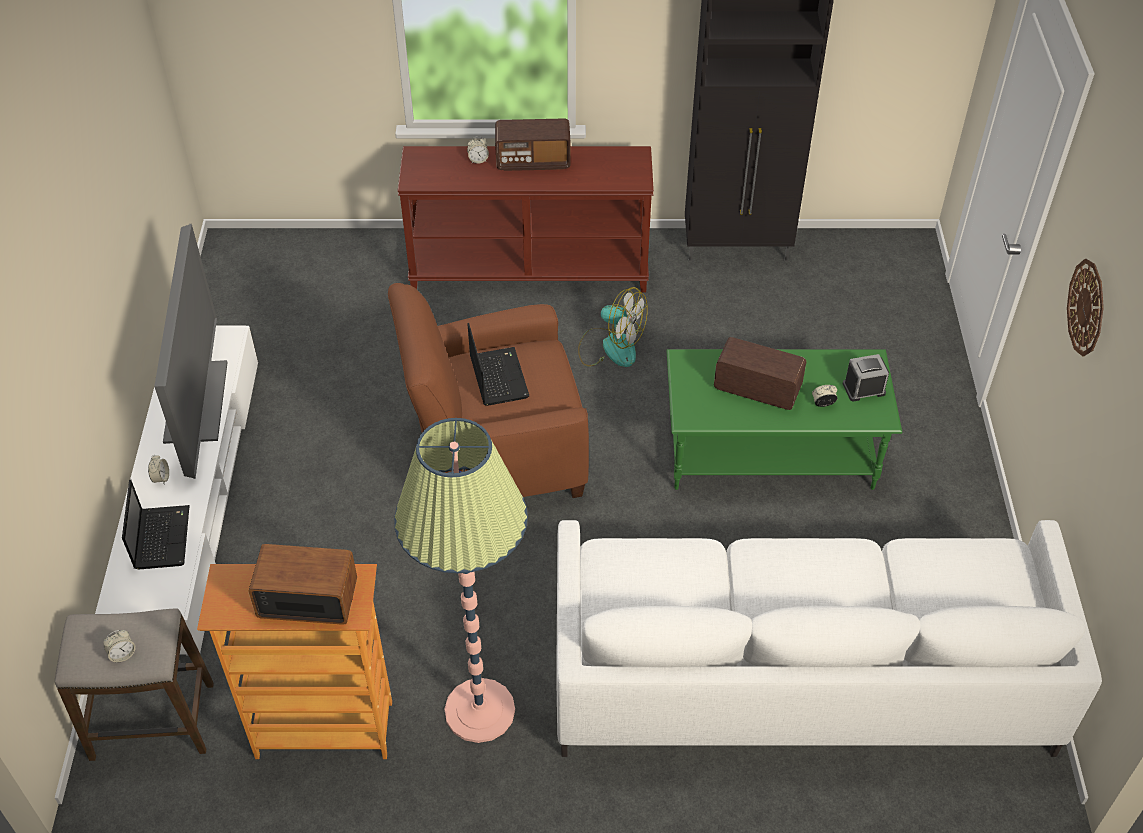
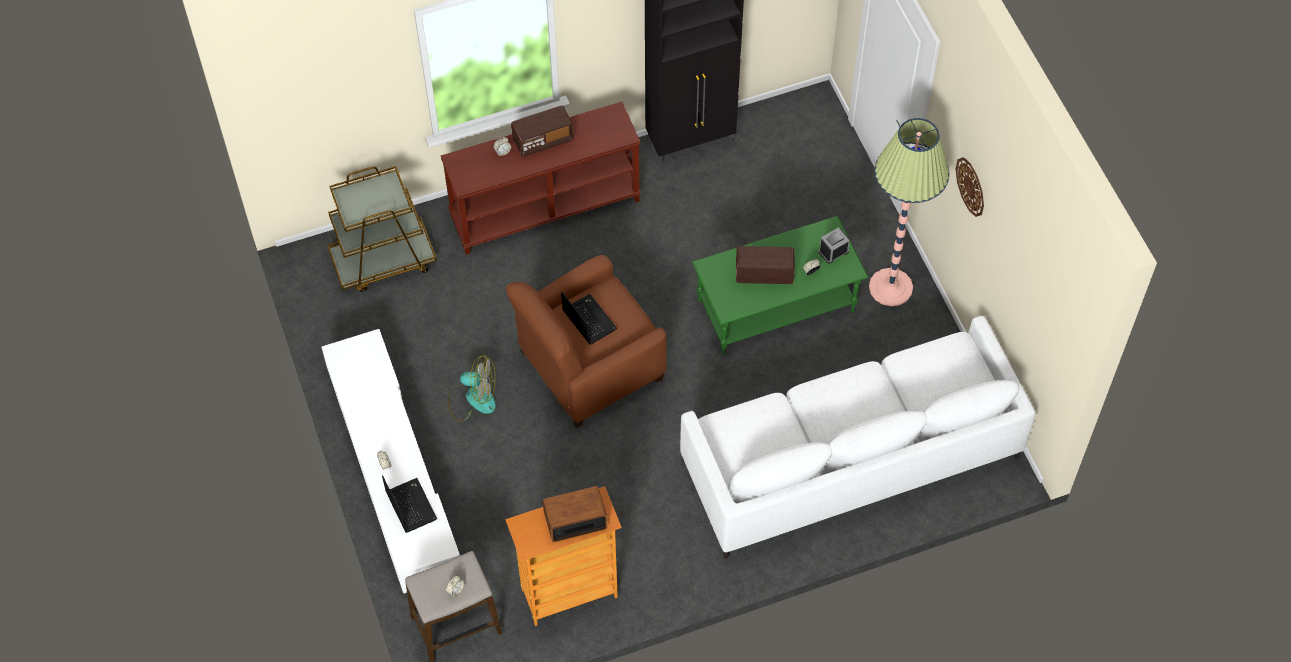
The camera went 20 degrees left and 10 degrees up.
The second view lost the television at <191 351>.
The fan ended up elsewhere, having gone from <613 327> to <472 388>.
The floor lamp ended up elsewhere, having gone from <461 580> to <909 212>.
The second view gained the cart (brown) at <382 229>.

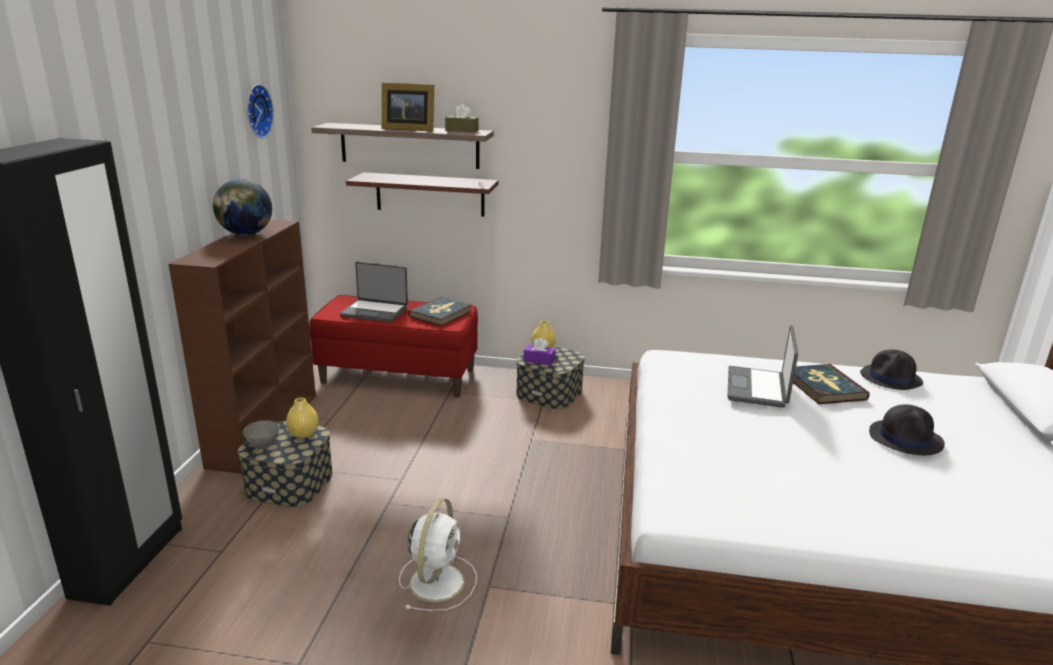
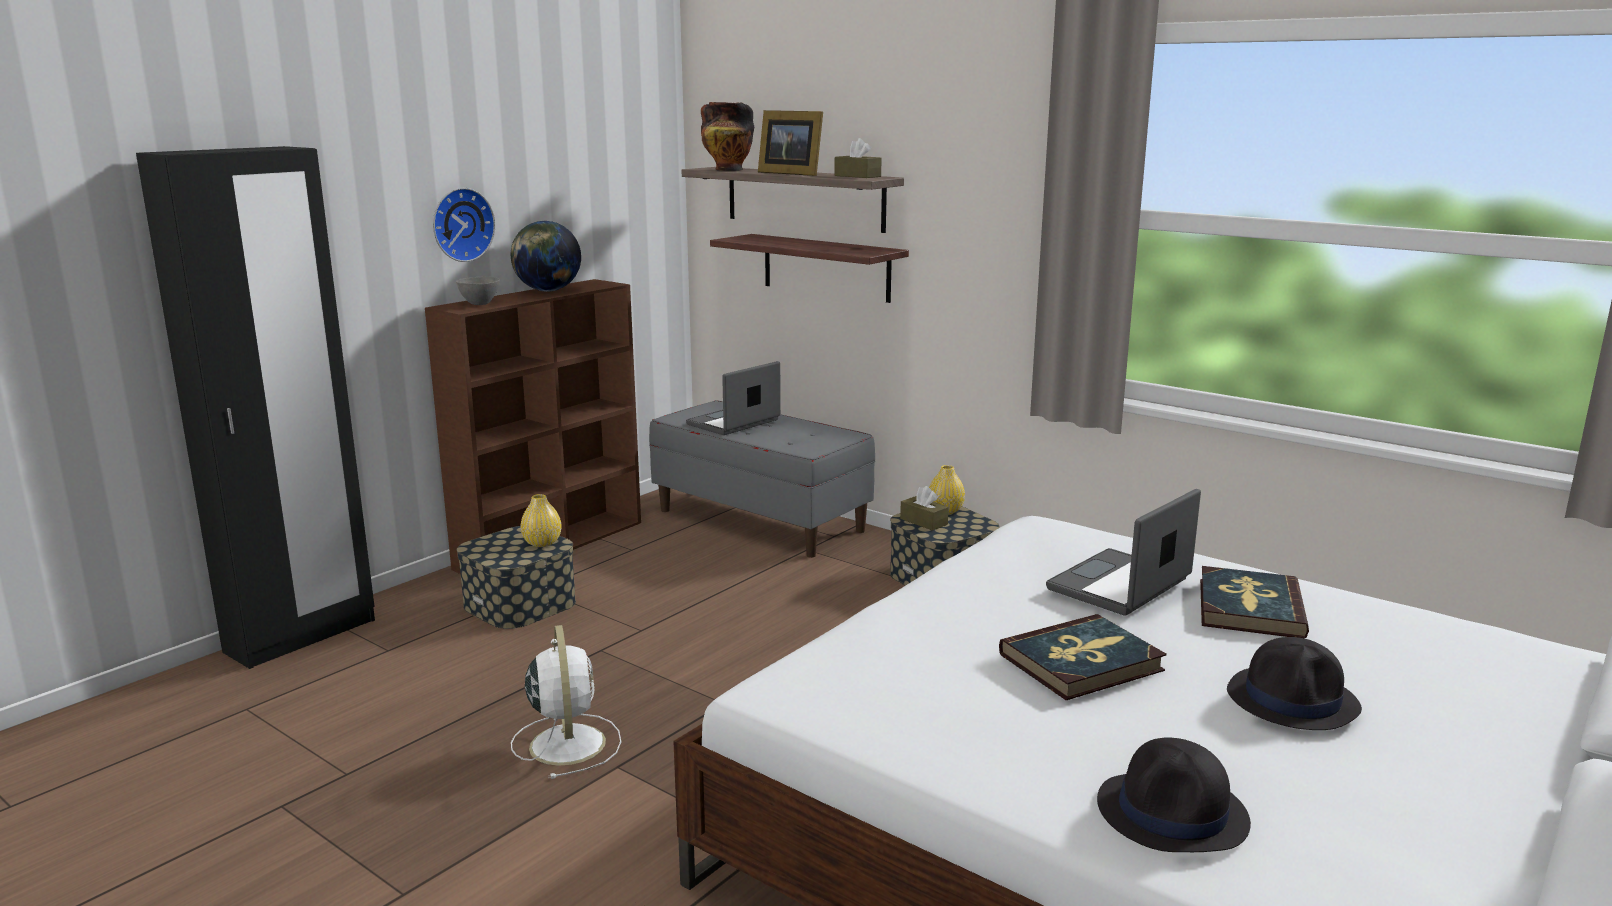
The camera went 30 degrees right and 5 degrees down.
The wall clock ended up elsewhere, having gone from <260 111> to <464 225>.
The laptop at <374 292> ended up facing another way, 90 degrees clockwise from before.
What was the bench (red) at <393 346> turned into the bench (grey) at <762 479>.
The book ended up elsewhere, having gone from <440 311> to <1083 657>.
What was the tissue box (purple) at <539 351> turned into the tissue box (brown) at <924 508>.
The hat (black) ended up elsewhere, having gone from <891 369> to <1174 795>.
The bowl (grey) ended up elsewhere, having gone from <261 435> to <478 291>.
The fan (white) at <438 554> ended up facing another way, 60 degrees counterclockwise from before.
The second view gained the vase at <727 136>.

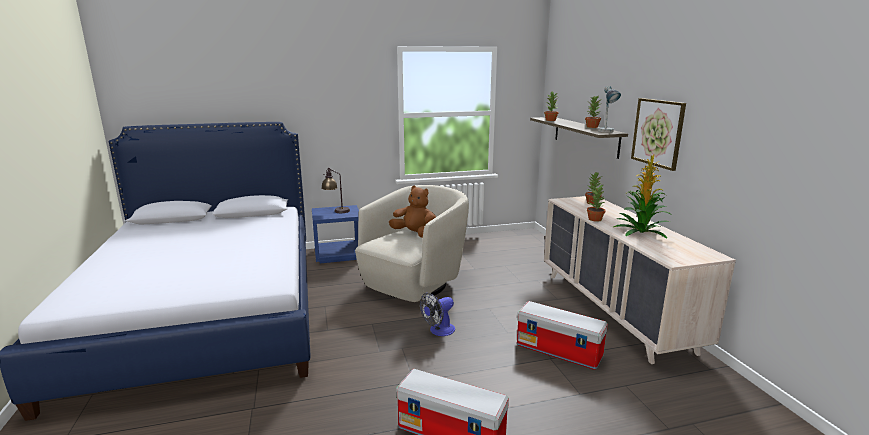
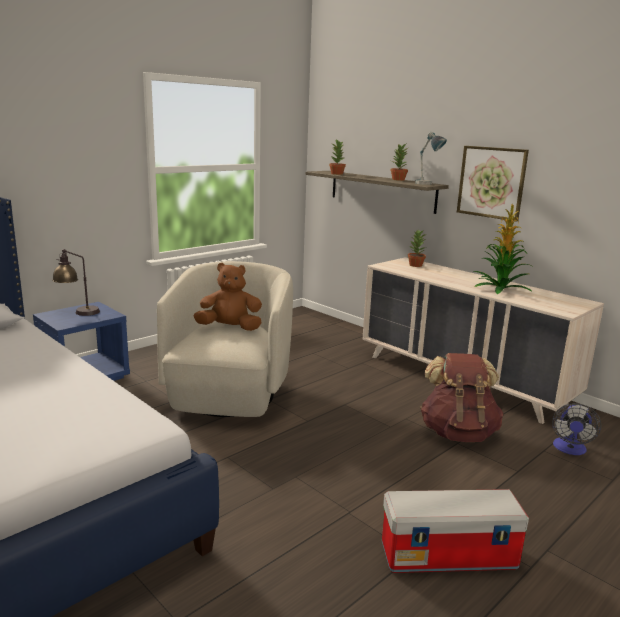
The camera went 30 degrees left and 0 degrees up.
The second view lost the potted plant at <596 203>.
The fan ended up elsewhere, having gone from <437 314> to <576 429>.
Where the storage box stood at <562 335>, the backpack (brown) came to stand at <461 397>.

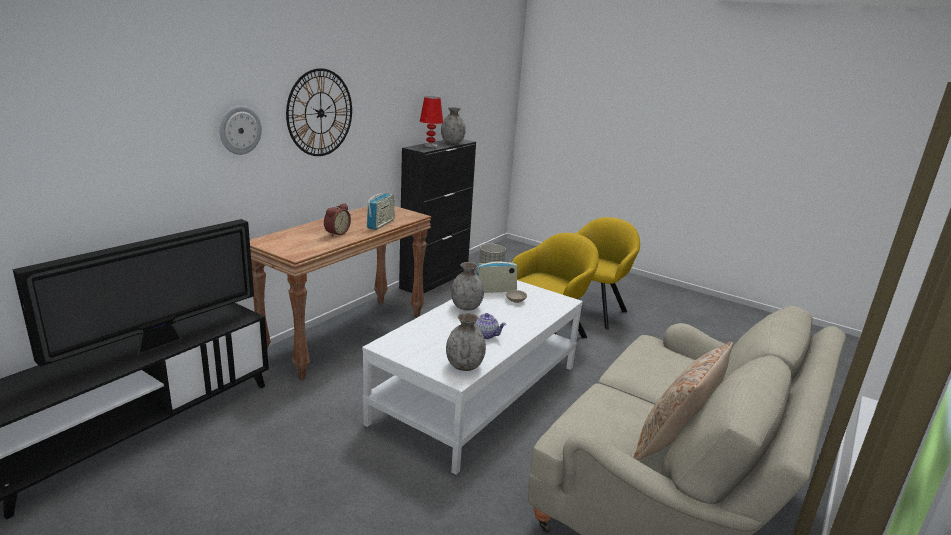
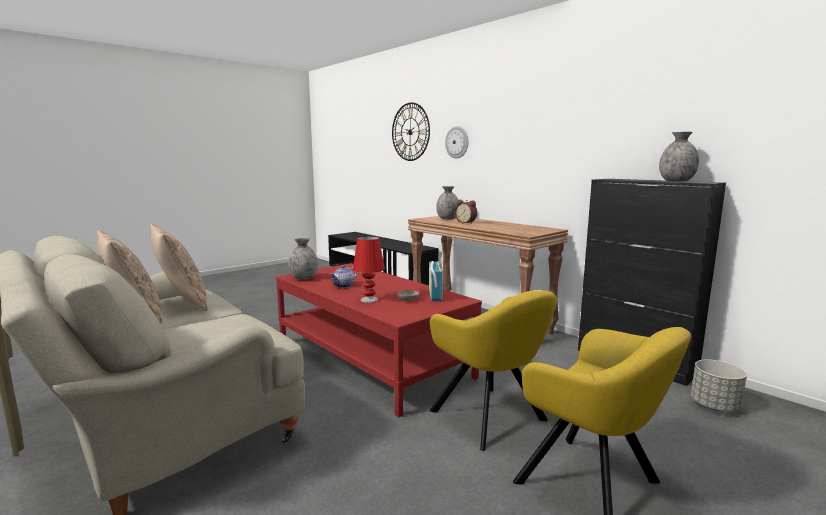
The camera went 105 degrees right and 10 degrees down.
The wall clock ended up elsewhere, having gone from <319 112> to <411 131>.
The table lamp (red) ended up elsewhere, having gone from <431 121> to <369 269>.
The second view lost the radio at <381 211>.
The second view lost the television at <133 293>.
The vase (grey) ended up elsewhere, having gone from <467 286> to <447 203>.
What was the coffee table (white) at <472 377> turned into the coffee table (red) at <379 340>.
The second view gained the pillow (beige) at <179 267>.

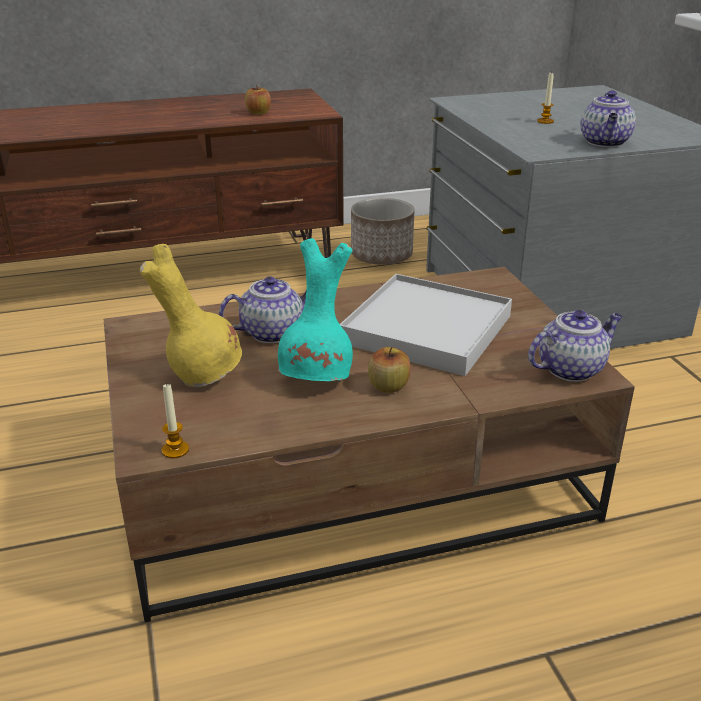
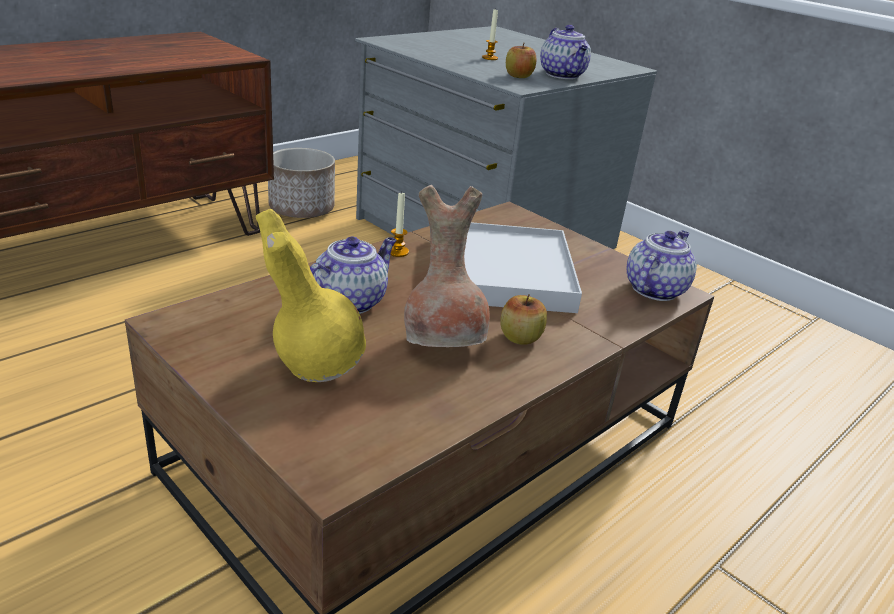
The camera went 30 degrees left and 0 degrees up.
The apple ended up elsewhere, having gone from <258 100> to <521 60>.
What was the vase (turquoise) at <315 309> turned into the vase (brown) at <447 266>.
The candle ended up elsewhere, having gone from <175 421> to <399 224>.

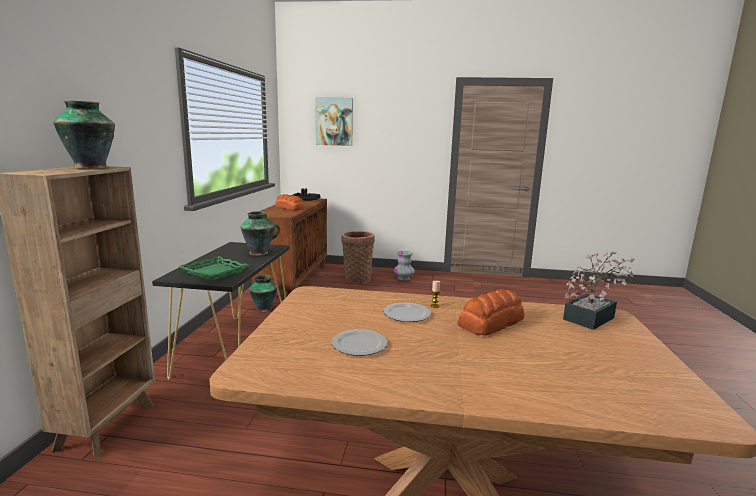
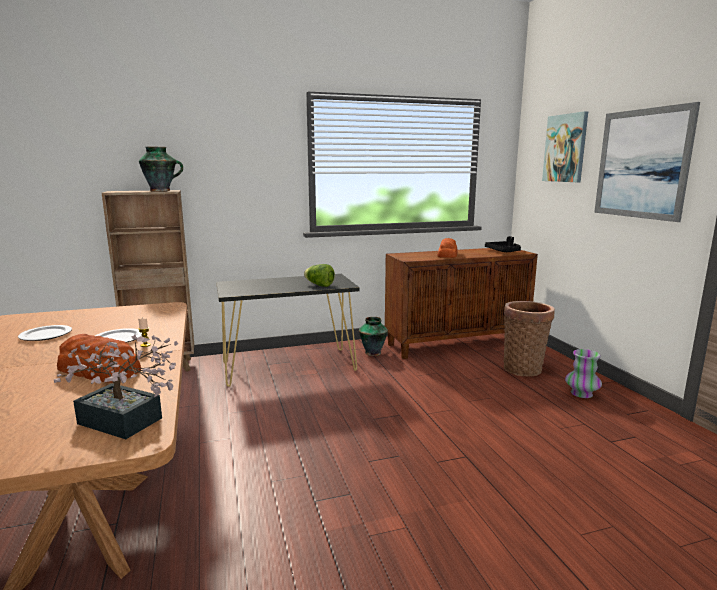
The camera went 65 degrees right and 0 degrees up.
Where the vase stood at <260 233>, the lettuce came to stand at <319 275>.
The second view lost the tray (green) at <214 268>.
The second view gained the picture at <647 162>.

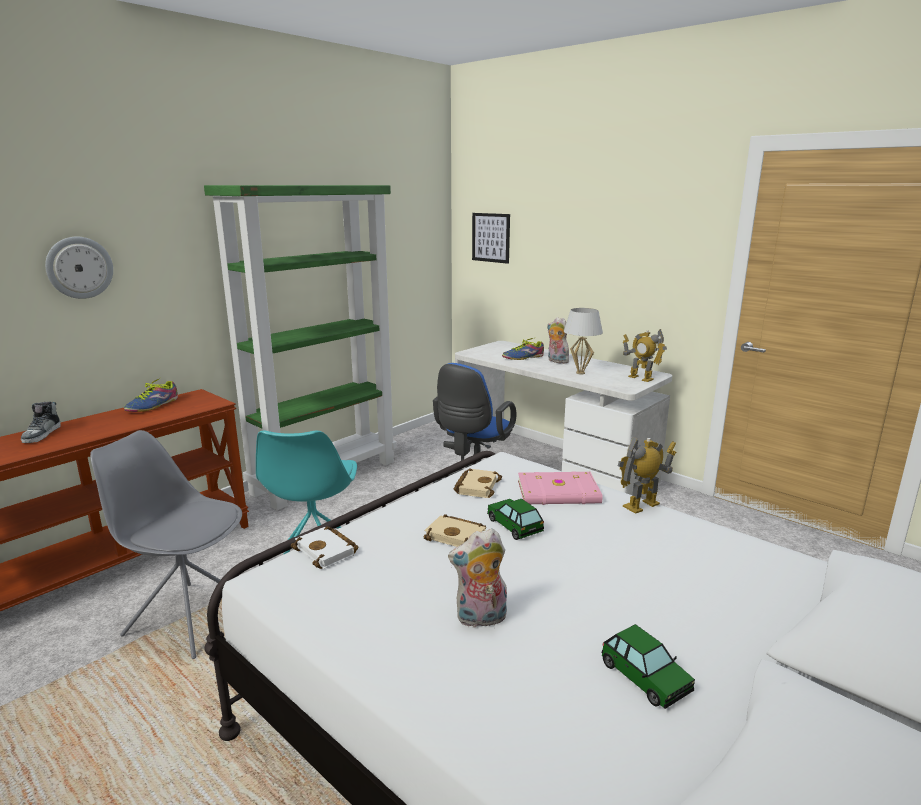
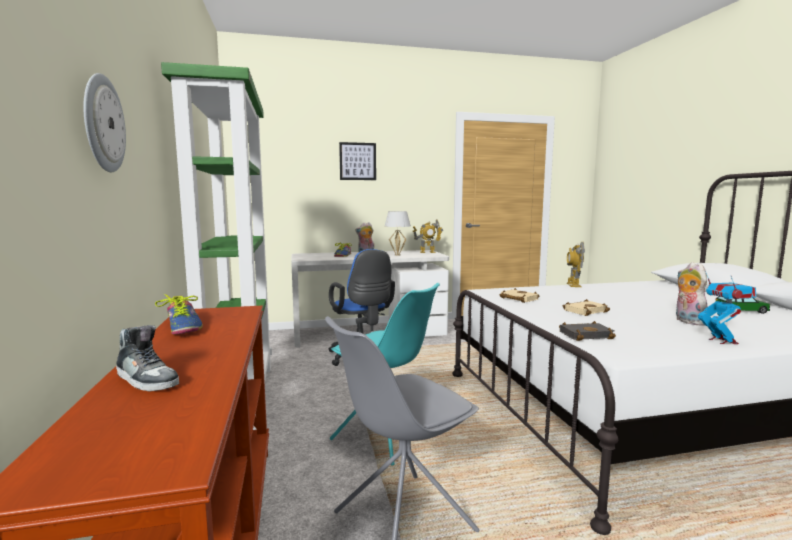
The camera went 55 degrees left and 10 degrees down.
The picture ended up elsewhere, having gone from <491 238> to <357 161>.
The second view lost the book (pink) at <560 488>.
The second view lost the toy car at <515 519>.
What was the book (white) at <324 547> turned into the book (black) at <587 331>.
The plush toy at <477 578> ended up facing another way, 150 degrees clockwise from before.
The second view gained the toy robot at <727 307>.

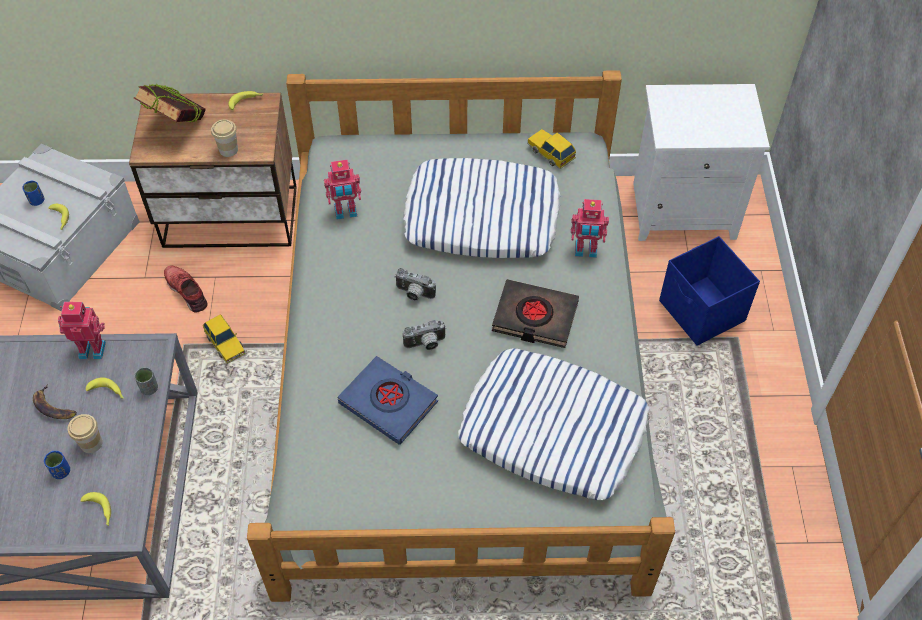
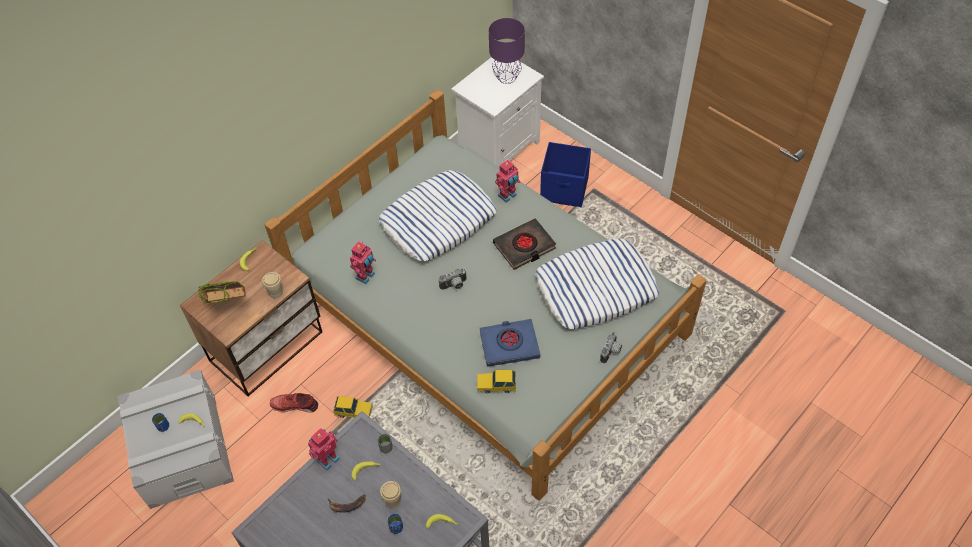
The camera went 45 degrees left and 0 degrees up.
The toy car ended up elsewhere, having gone from <551 149> to <496 381>.
The photo camera ended up elsewhere, having gone from <424 335> to <611 347>.
The second view gained the table lamp (purple) at <507 51>.

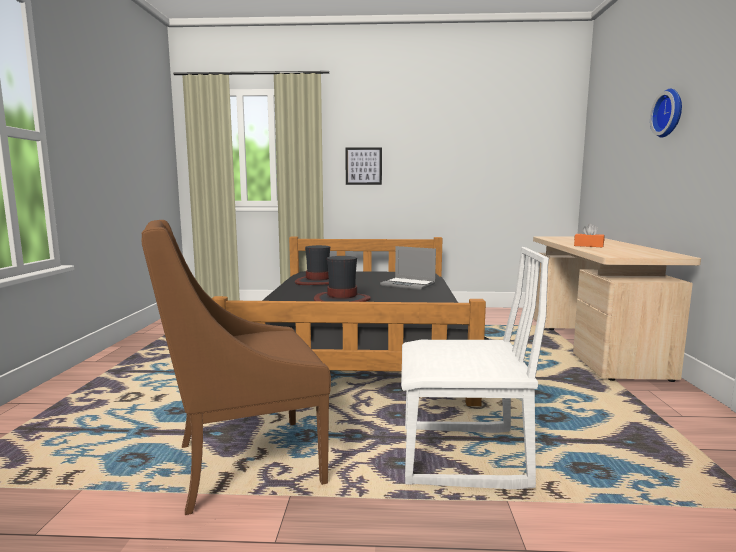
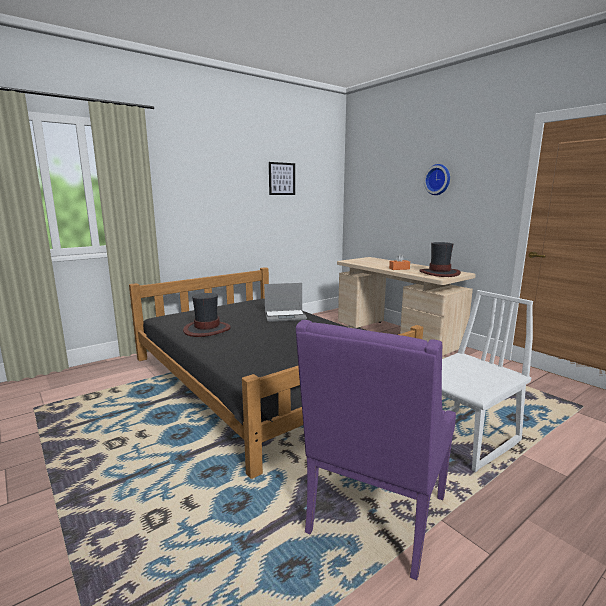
The camera went 40 degrees left and 5 degrees up.
The picture ended up elsewhere, having gone from <363 166> to <282 178>.
What was the armchair (brown) at <236 367> turned into the armchair (purple) at <376 450>.
The hat ended up elsewhere, having gone from <342 279> to <440 259>.

